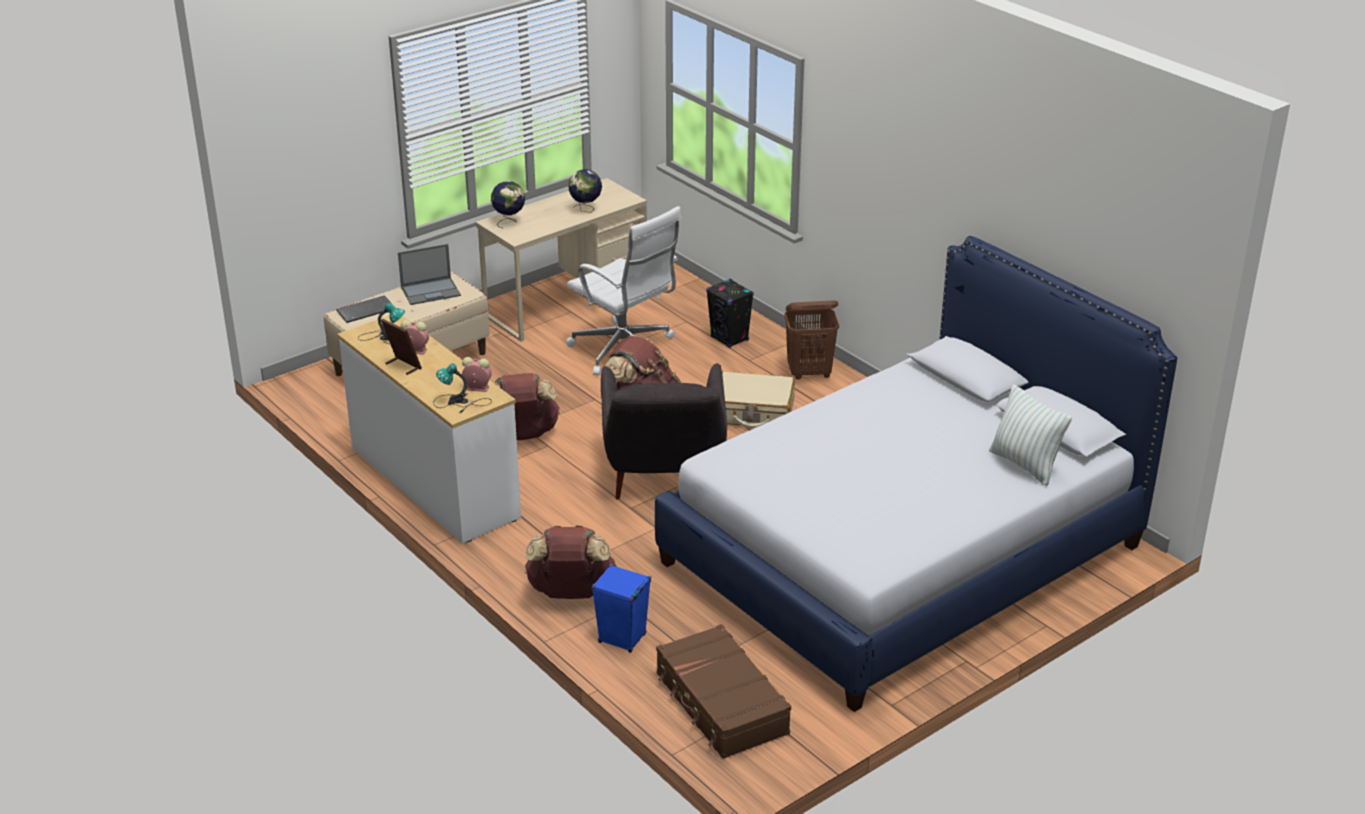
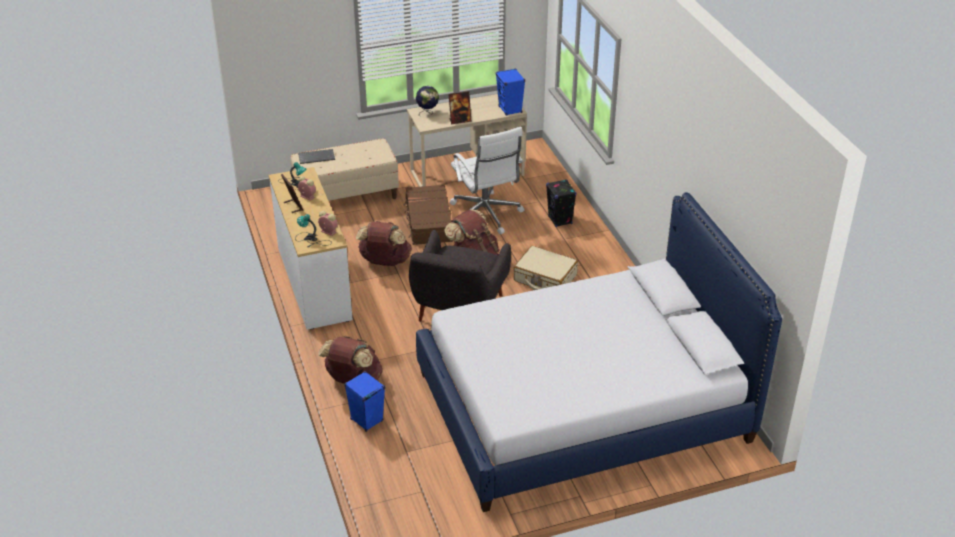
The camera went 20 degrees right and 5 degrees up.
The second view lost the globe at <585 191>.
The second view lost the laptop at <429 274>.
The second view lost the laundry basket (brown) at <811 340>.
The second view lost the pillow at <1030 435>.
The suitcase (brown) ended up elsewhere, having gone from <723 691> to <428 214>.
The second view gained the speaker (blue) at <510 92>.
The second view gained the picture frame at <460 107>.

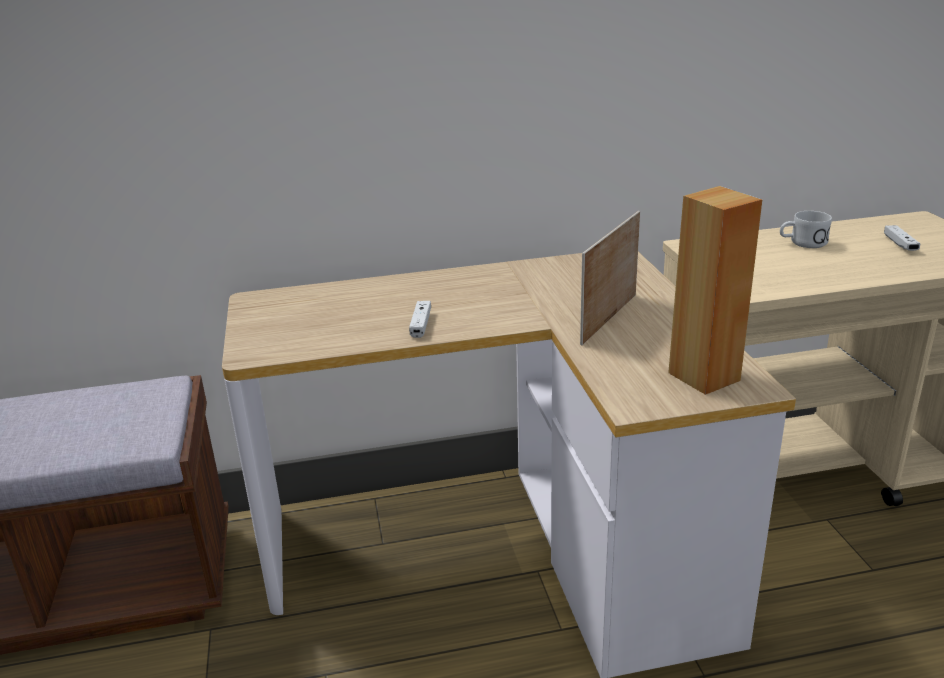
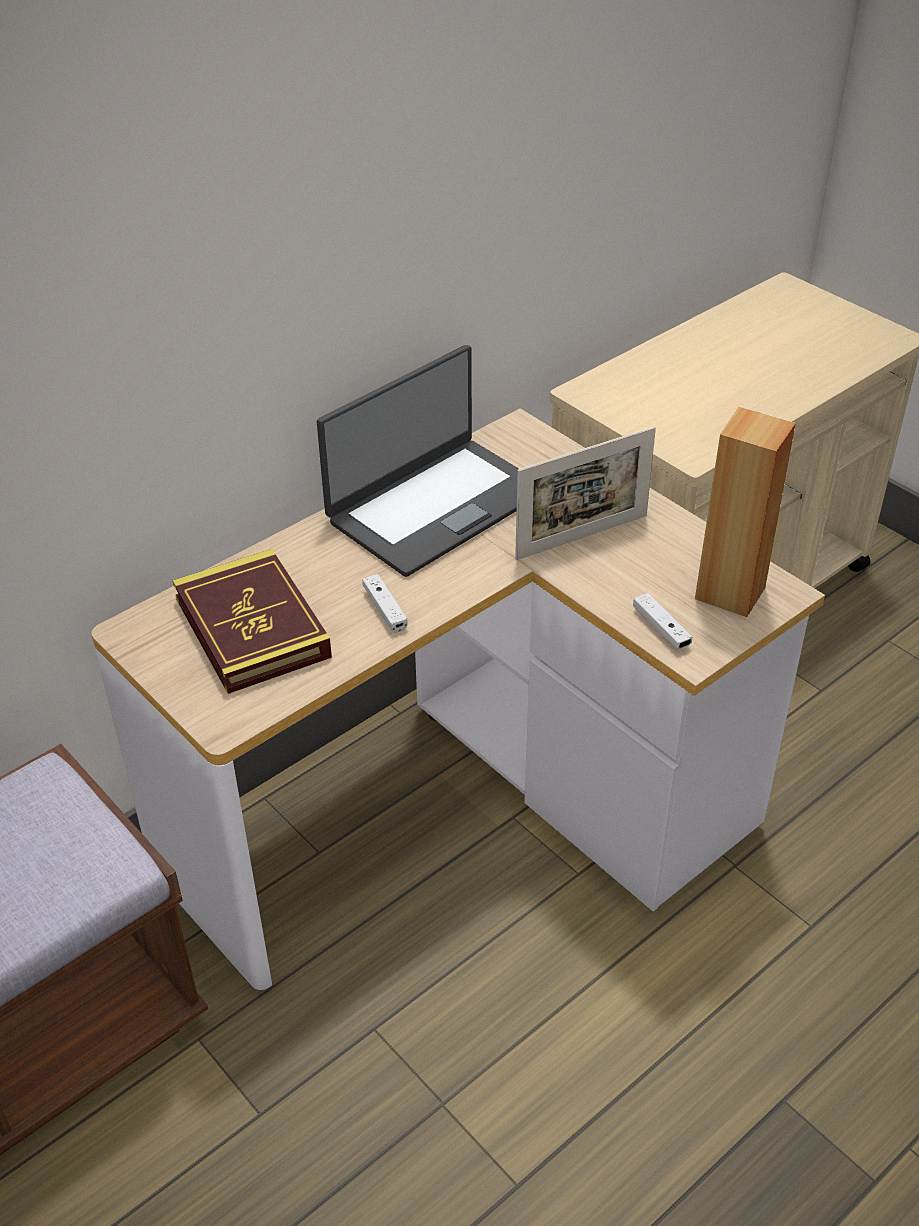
The camera went 30 degrees left and 15 degrees up.
The picture frame at <610 278> ended up facing another way, 120 degrees counterclockwise from before.
The second view lost the mug (white) at <806 229>.
The game controller (white) ended up elsewhere, having gone from <902 238> to <662 621>.
The second view gained the laptop at <418 461>.
The second view gained the book at <252 621>.

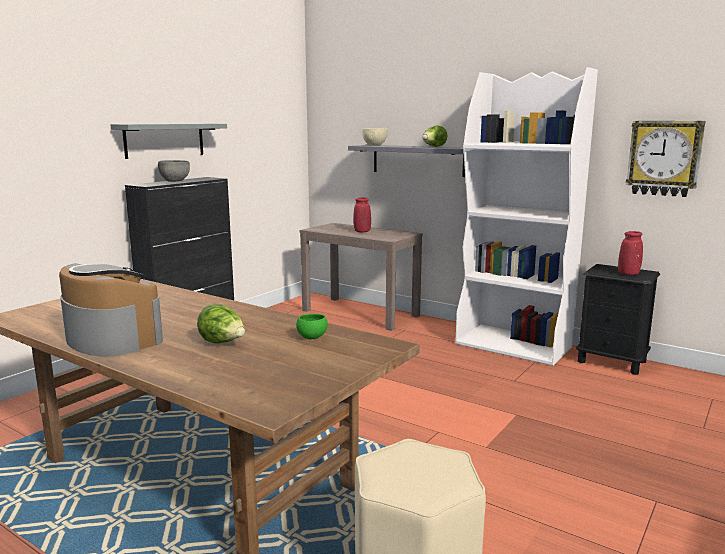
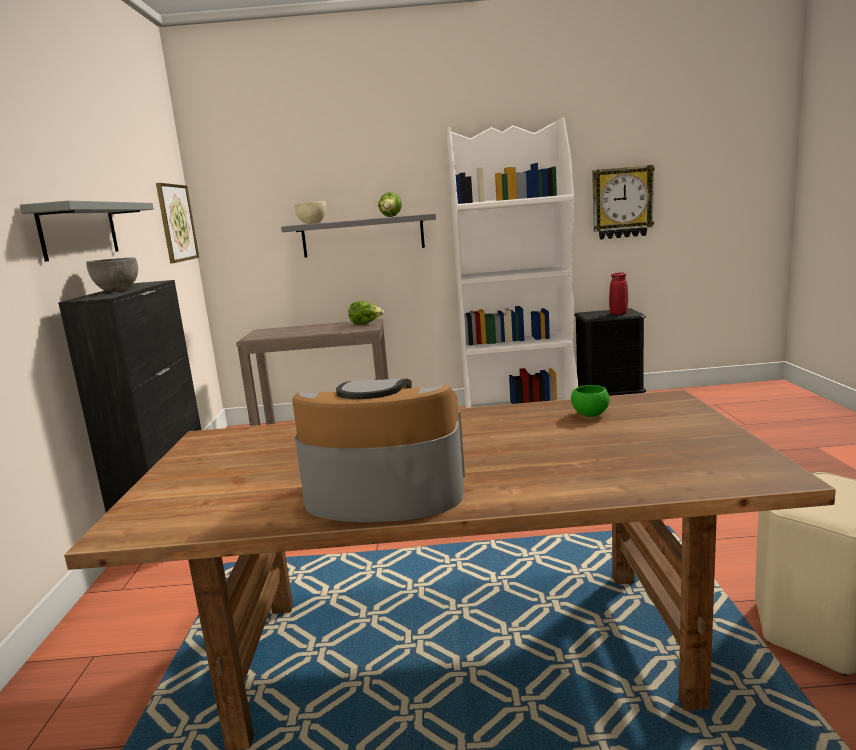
The camera went 35 degrees left and 0 degrees up.
The second view lost the vase (red) at <362 215>.
The lettuce ended up elsewhere, having gone from <221 324> to <366 313>.
The second view gained the picture at <177 223>.

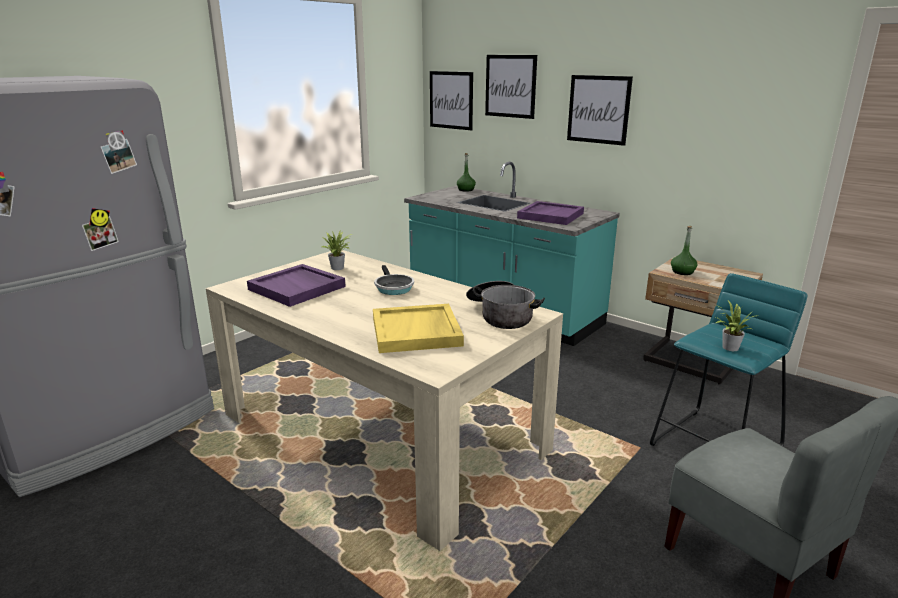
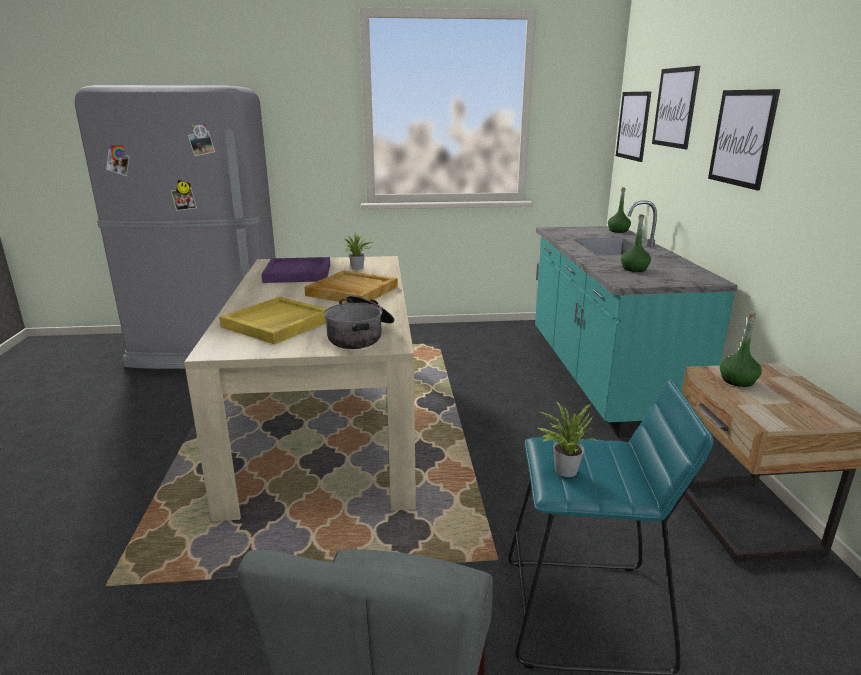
The camera went 45 degrees right and 0 degrees up.
Where the tray (purple) stood at <550 213>, the bottle (green) came to stand at <636 243>.
Where the frying pan stood at <394 280>, the tray (beige) came to stand at <351 286>.

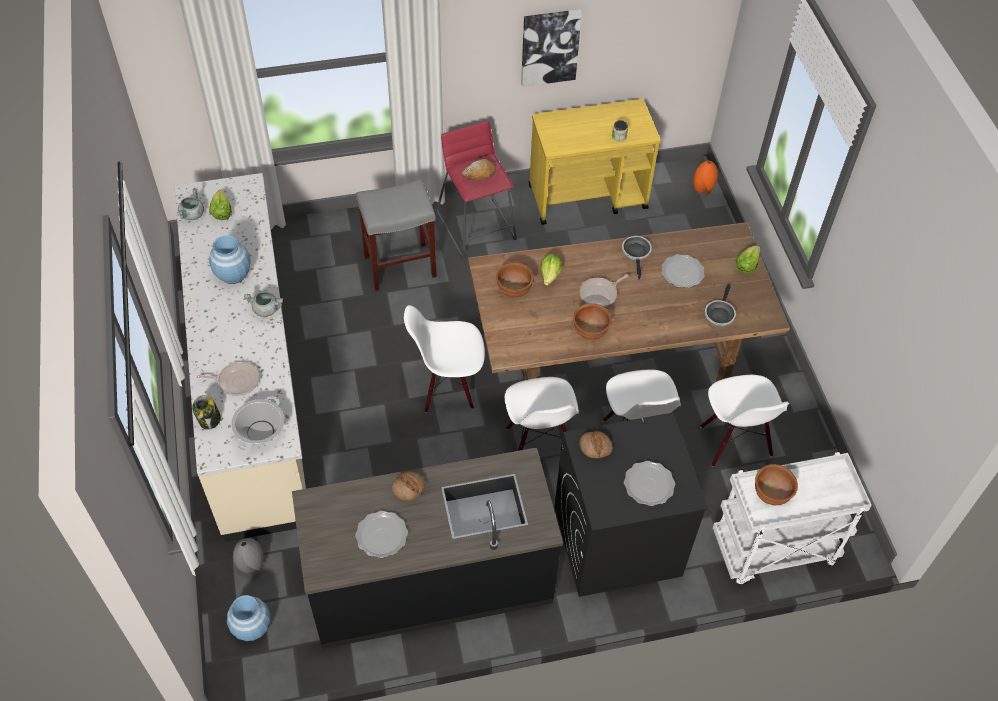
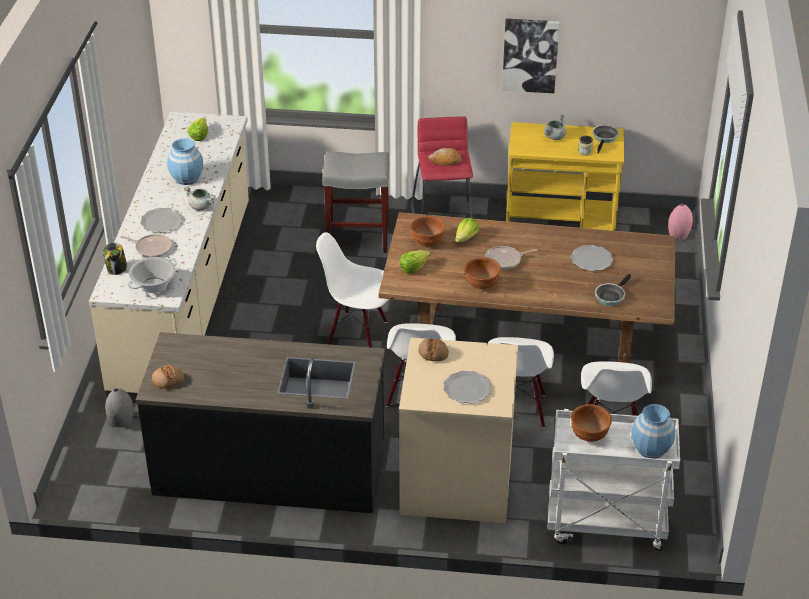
The camera went 20 degrees right and 15 degrees down.
What was the vase (orange) at <705 177> turned into the vase (pink) at <680 222>.
The cooking pot (grey) ended up elsewhere, having gone from <190 204> to <555 127>.
The frying pan ended up elsewhere, having gone from <637 258> to <606 139>.
The lettuce ended up elsewhere, having gone from <748 259> to <415 262>.
What was the washing machine (black) at <631 505> turned into the washing machine (beige) at <458 430>.
The bread ended up elsewhere, having gone from <409 486> to <168 377>.
The plate ended up elsewhere, having gone from <381 534> to <161 220>.
The vase (blue) ended up elsewhere, having gone from <248 618> to <653 431>.

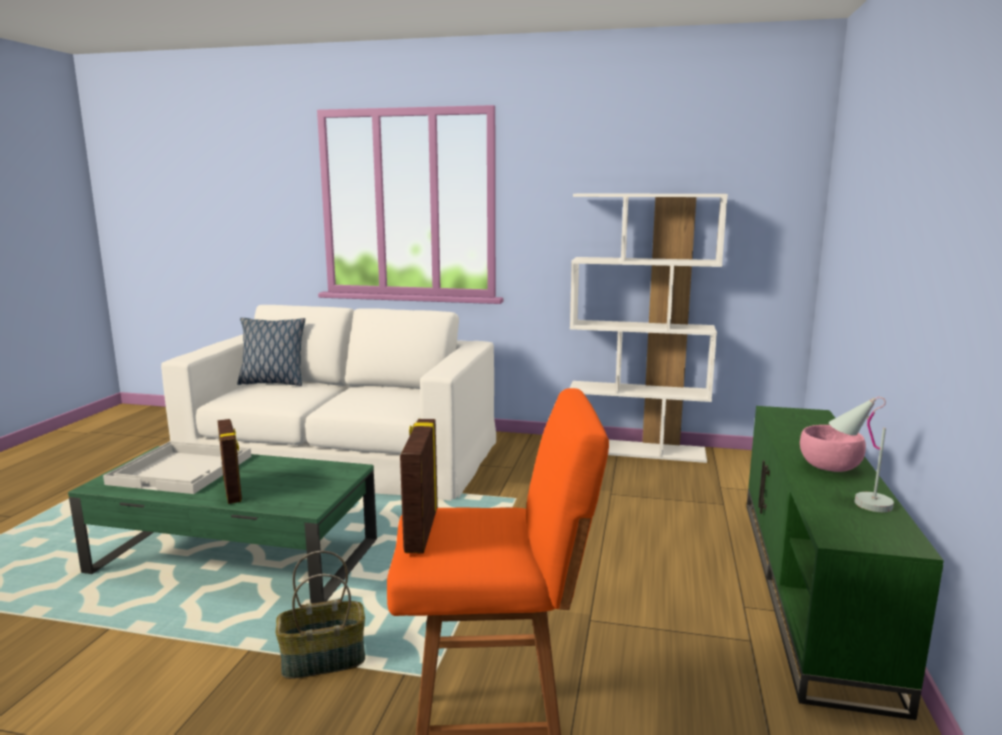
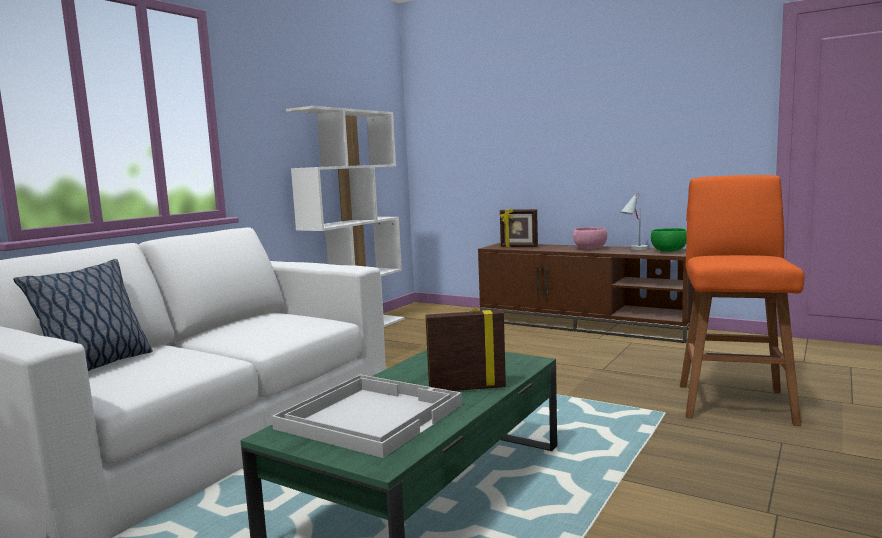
The camera went 70 degrees left and 5 degrees down.
What was the tv stand (green) at <845 563> turned into the tv stand (brown) at <586 293>.
The picture frame ended up elsewhere, having gone from <419 486> to <519 228>.
The second view lost the basket at <320 615>.
The second view gained the bowl (green) at <669 240>.

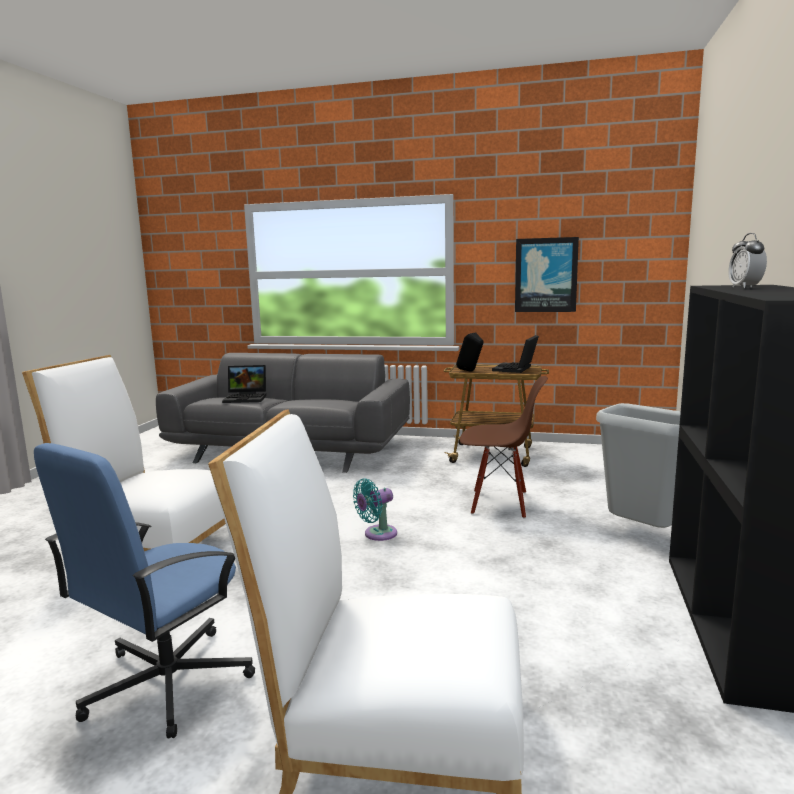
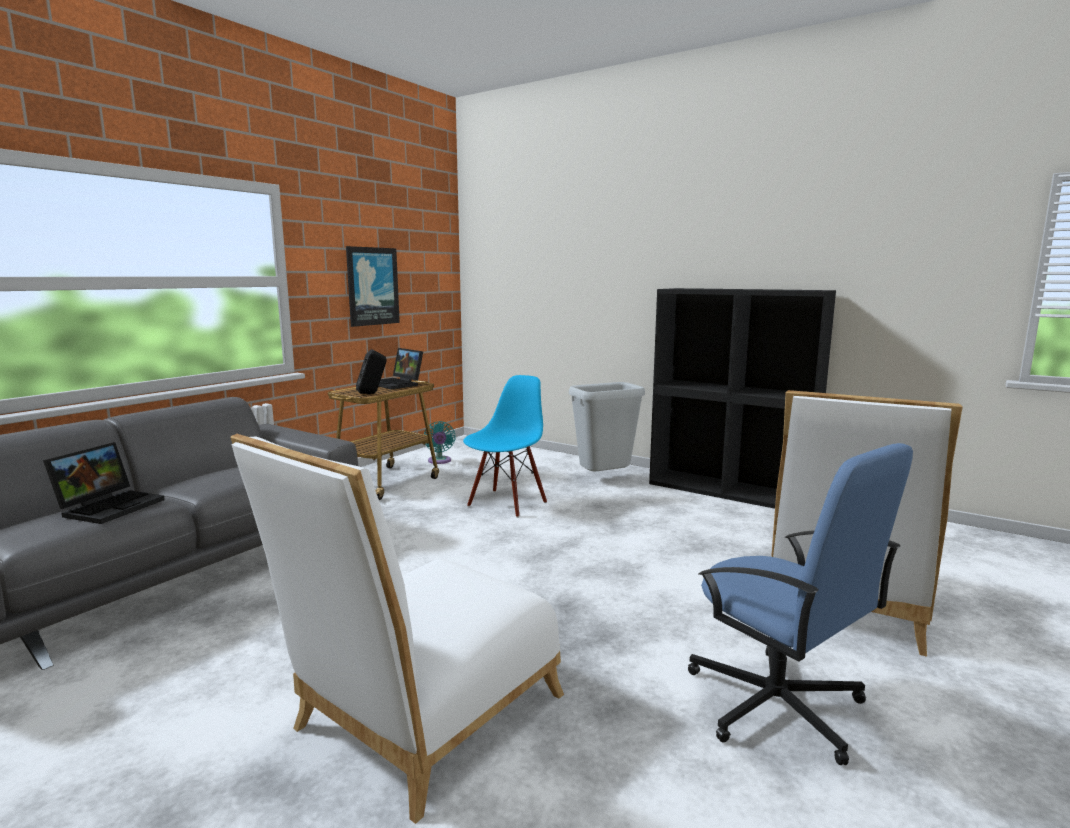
The camera went 70 degrees left and 0 degrees up.
The second view lost the alarm clock at <747 260>.
What was the chair (brown) at <504 447> turned into the chair (blue) at <505 446>.
The fan (turquoise) ended up elsewhere, having gone from <375 509> to <440 442>.

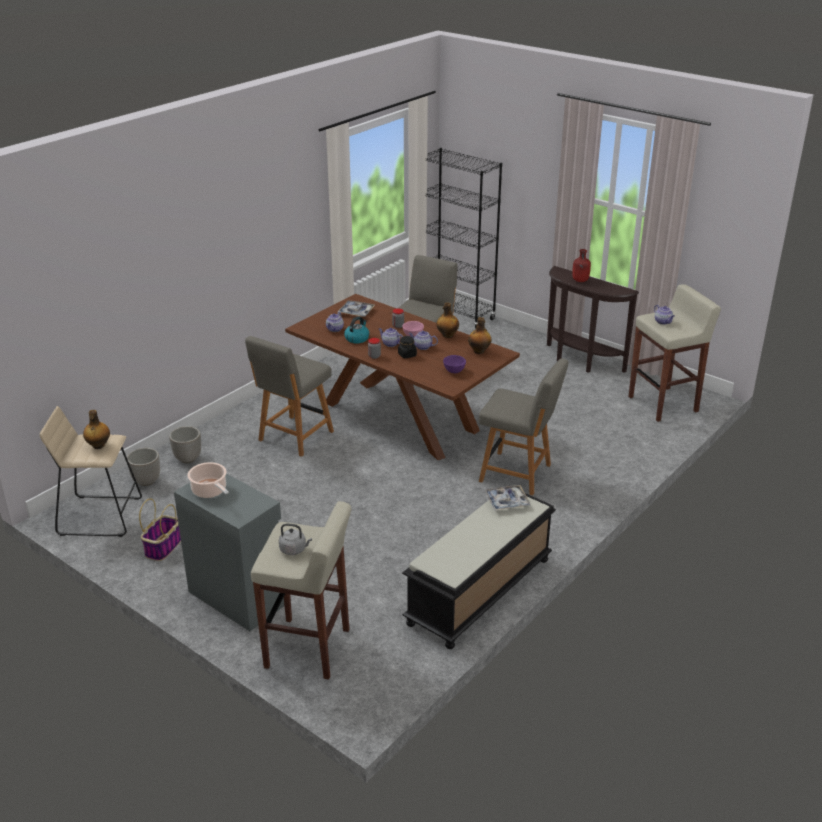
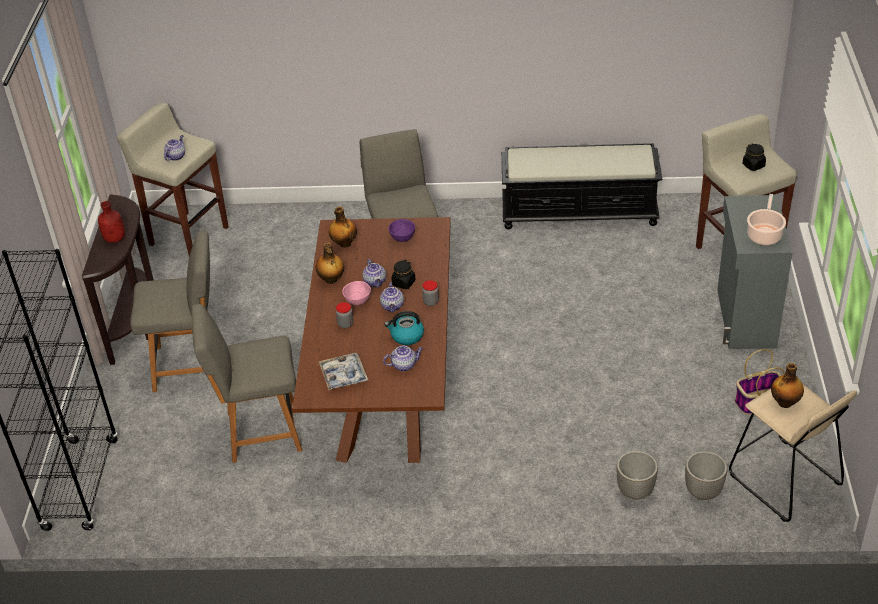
The camera went 125 degrees left and 10 degrees up.
The chair (grey) ended up elsewhere, having gone from <289 396> to <170 311>.
The second view lost the tray at <508 498>.
Where the kettle (grey) stood at <295 539>, the jar (black) came to stand at <754 157>.

